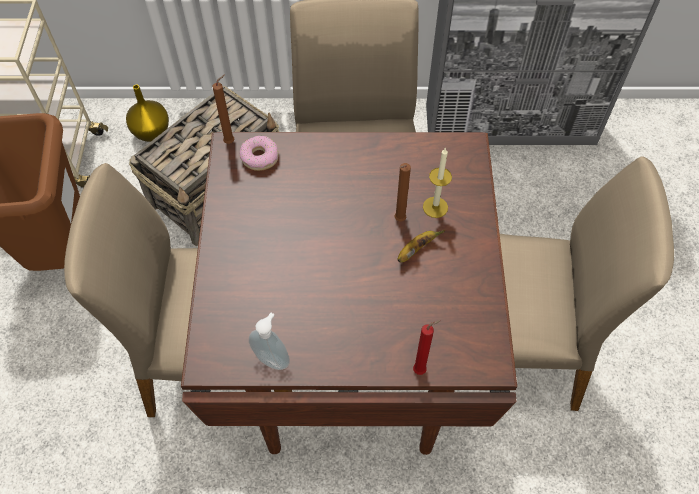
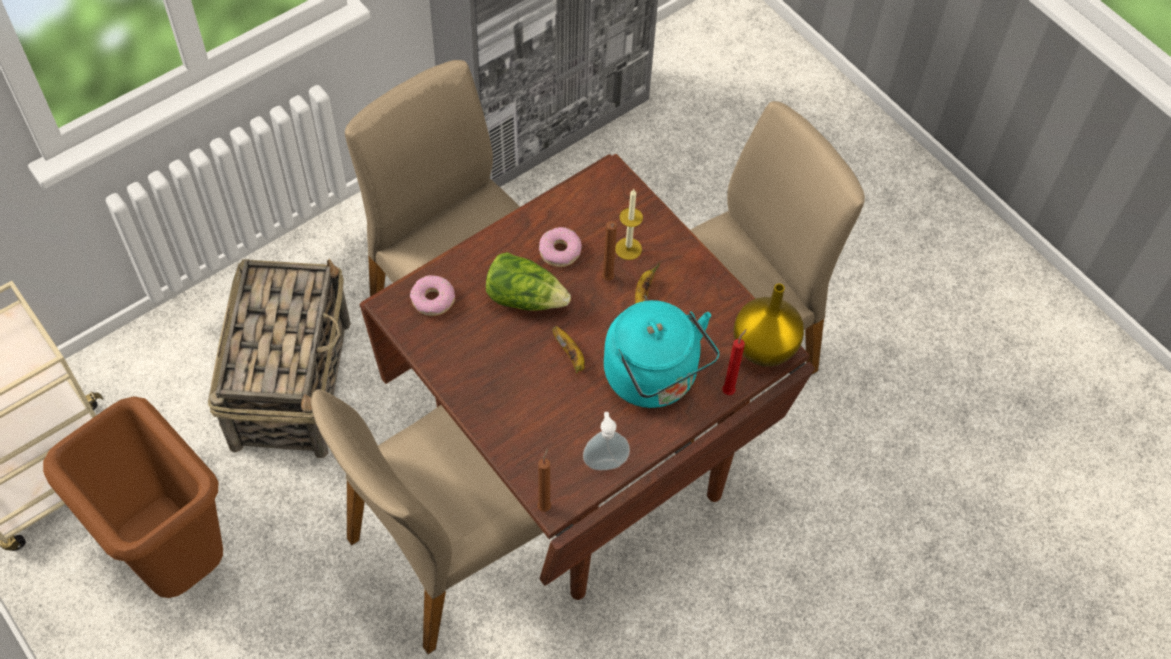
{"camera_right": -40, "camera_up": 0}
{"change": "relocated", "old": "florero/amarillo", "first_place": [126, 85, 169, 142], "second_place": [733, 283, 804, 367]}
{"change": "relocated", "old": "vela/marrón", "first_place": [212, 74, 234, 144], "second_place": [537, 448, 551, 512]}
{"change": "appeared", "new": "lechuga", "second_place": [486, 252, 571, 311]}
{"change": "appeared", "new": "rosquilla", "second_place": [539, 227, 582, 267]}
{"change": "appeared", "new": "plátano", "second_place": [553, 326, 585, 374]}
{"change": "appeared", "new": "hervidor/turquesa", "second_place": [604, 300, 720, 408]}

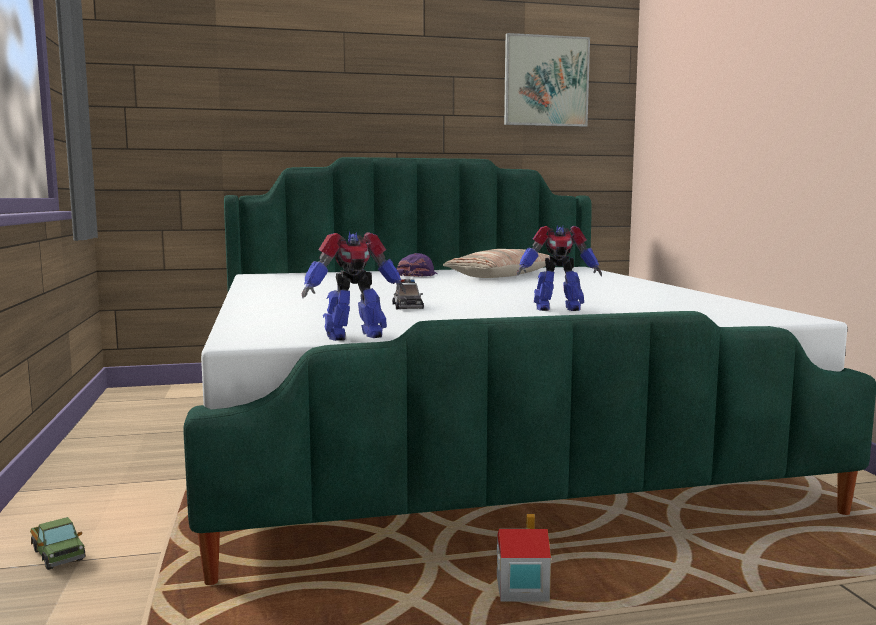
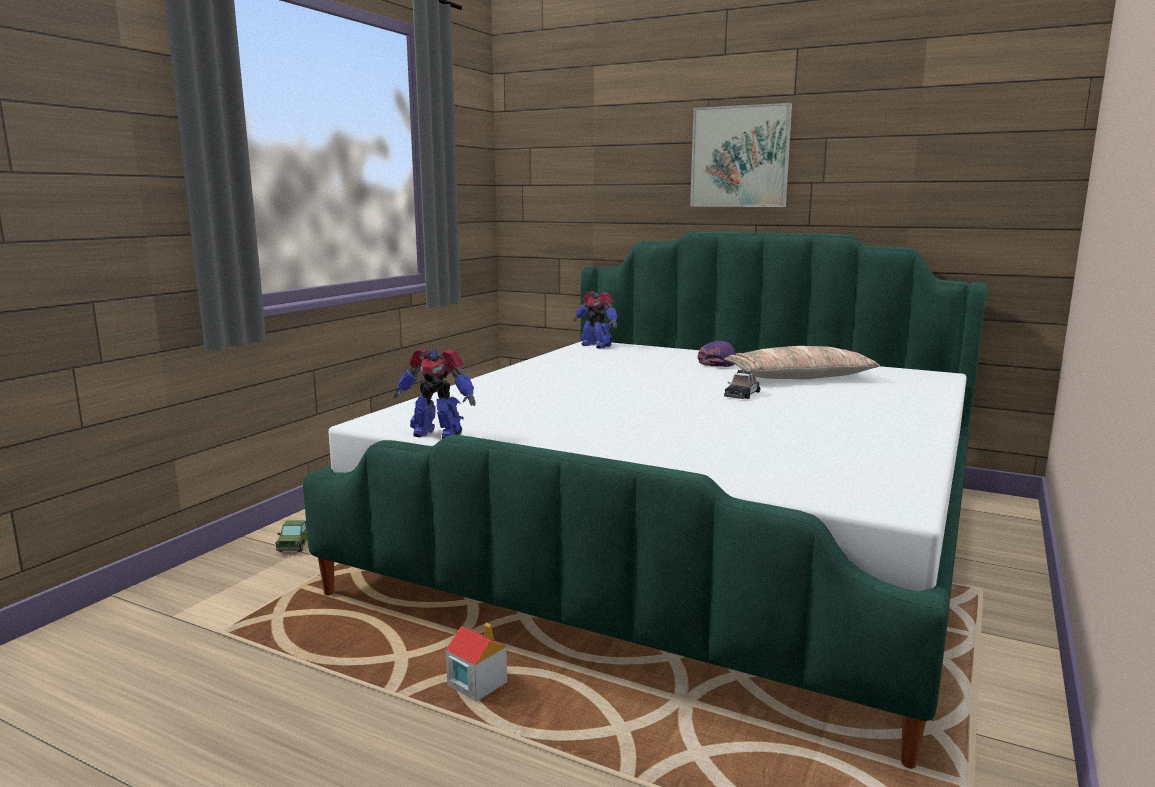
{"camera_right": 40, "camera_up": 5}
{"change": "relocated", "old": "coche de juguete", "first_place": [392, 279, 424, 309], "second_place": [724, 370, 760, 399]}
{"change": "relocated", "old": "cuadro", "first_place": [504, 33, 590, 127], "second_place": [690, 103, 792, 207]}
{"change": "relocated", "old": "robot de juguete", "first_place": [517, 225, 602, 311], "second_place": [574, 291, 617, 349]}

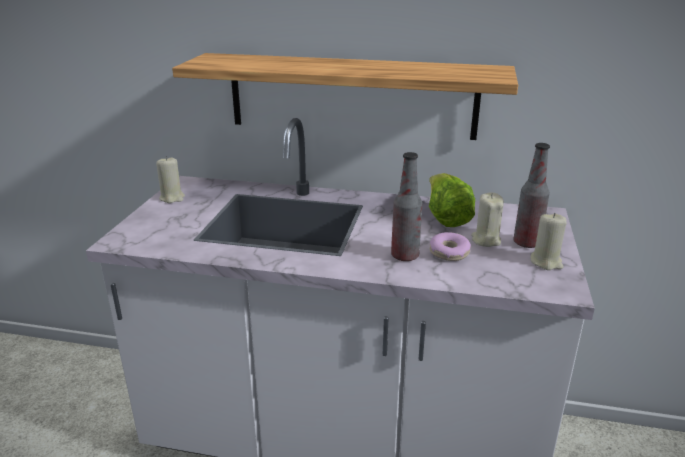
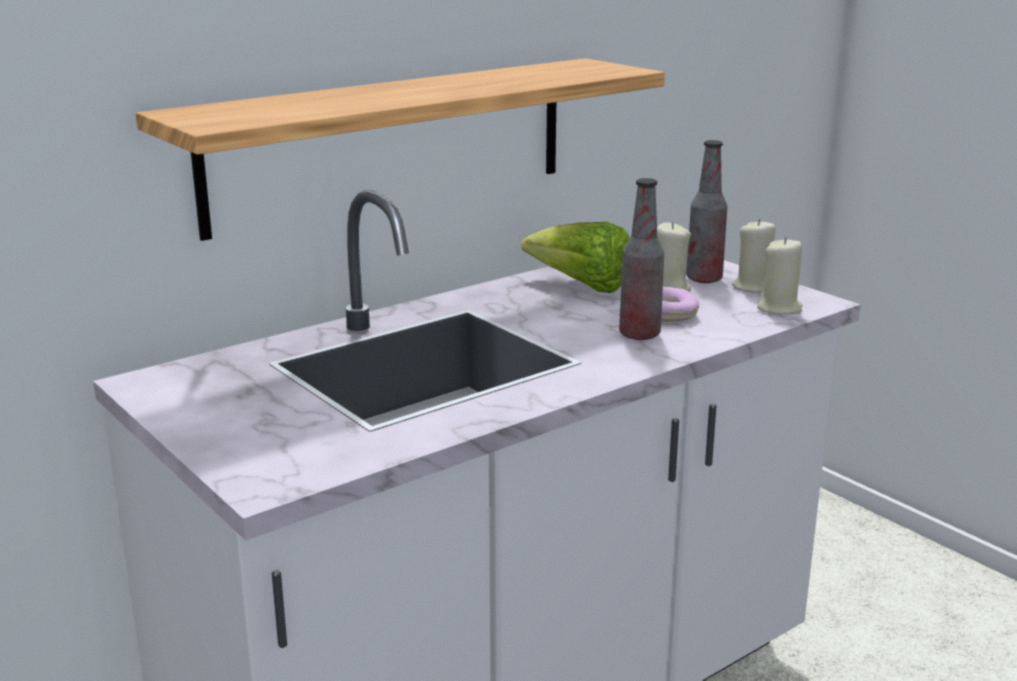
{"camera_right": -50, "camera_up": -5}
{"change": "relocated", "old": "vela/beis", "first_place": [156, 156, 185, 203], "second_place": [757, 237, 803, 315]}

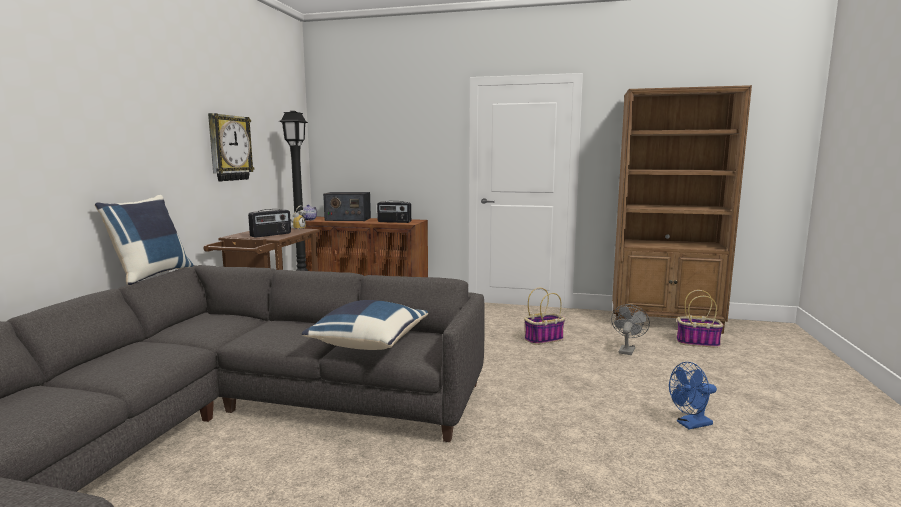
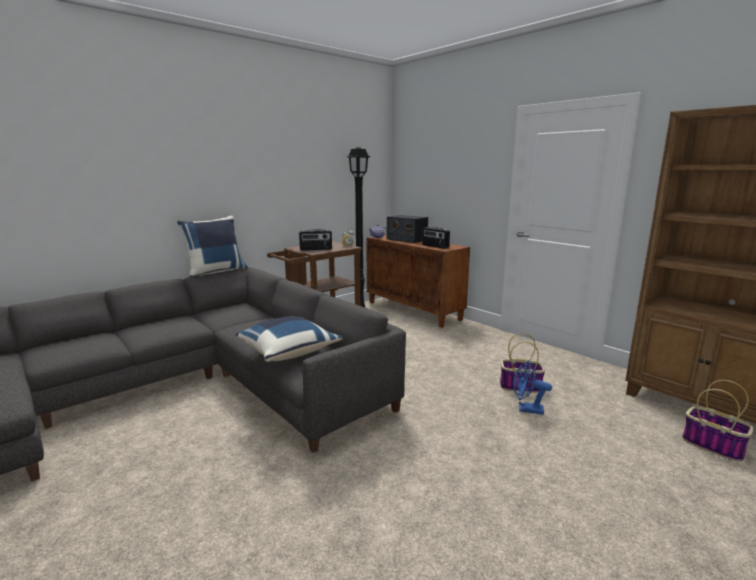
{"camera_right": 35, "camera_up": 5}
{"change": "missing", "old": "reloj de pared", "first_place": [208, 113, 254, 181]}
{"change": "missing", "old": "ventilador/gris", "first_place": [611, 304, 650, 355]}
{"change": "relocated", "old": "ventilador/azul", "first_place": [669, 362, 717, 430], "second_place": [513, 361, 552, 415]}

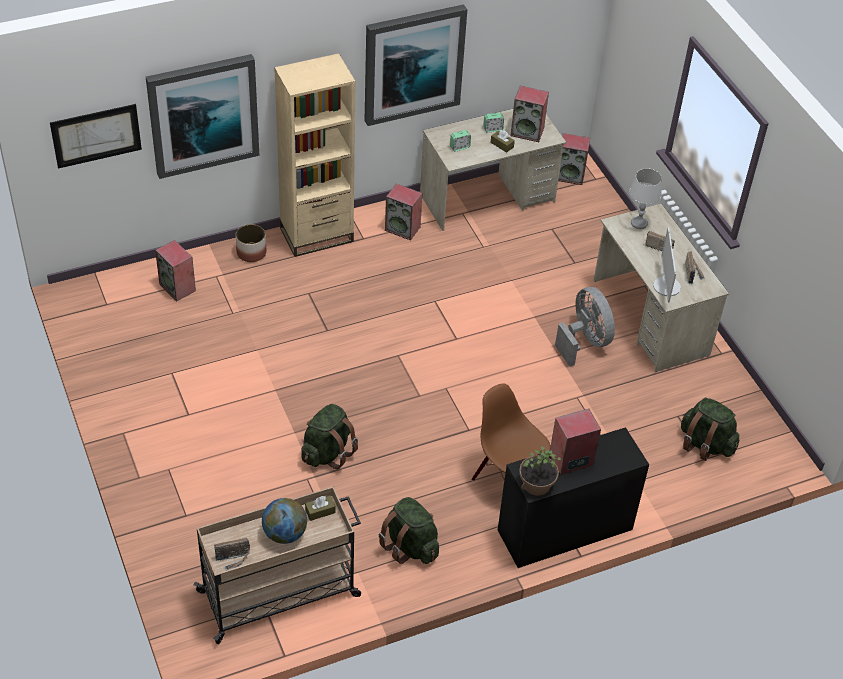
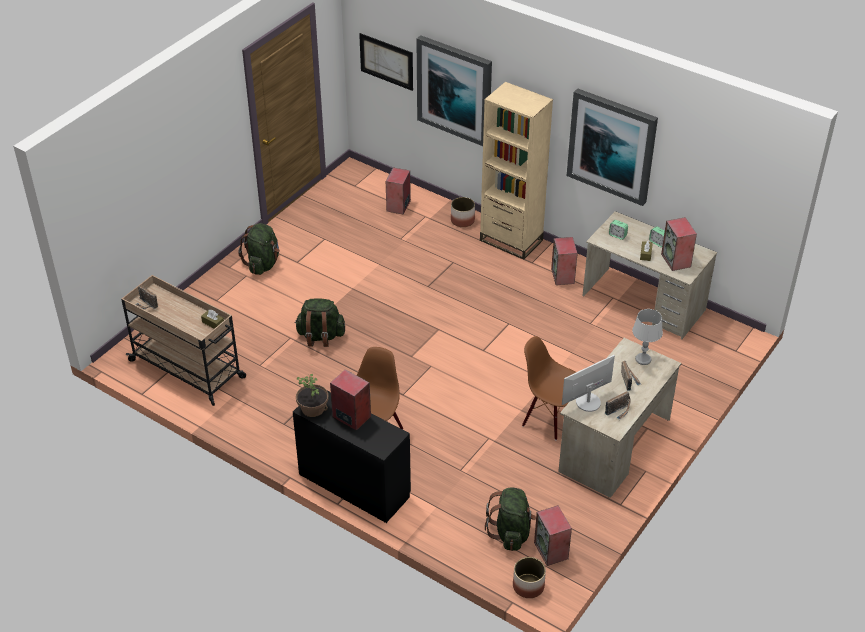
{"camera_right": 60, "camera_up": -5}
{"change": "missing", "old": "globo terráqueo", "first_place": [262, 498, 307, 544]}
{"change": "relocated", "old": "mochila/verde", "first_place": [379, 497, 439, 564], "second_place": [239, 223, 280, 275]}
{"change": "exchanged", "old": "ventilador/gris", "new": "silla/marrón", "first_place": [555, 287, 615, 367], "second_place": [522, 336, 576, 440]}
{"change": "relocated", "old": "altavoz", "first_place": [558, 133, 590, 185], "second_place": [534, 505, 572, 566]}
{"change": "appeared", "new": "maceta", "second_place": [513, 557, 546, 598]}

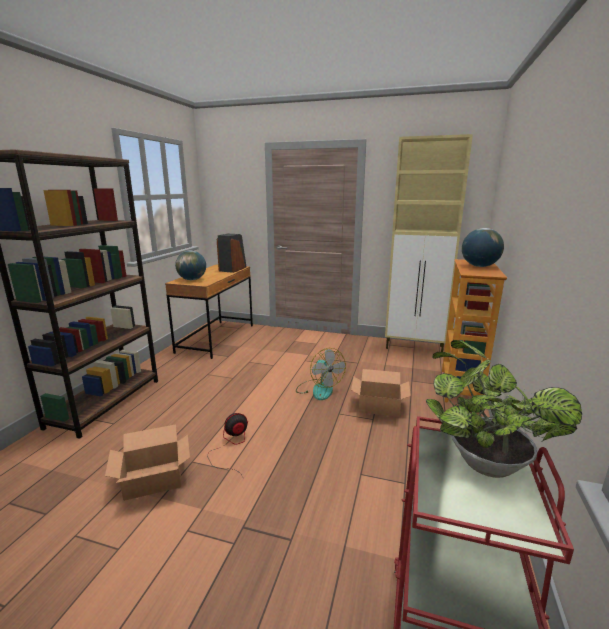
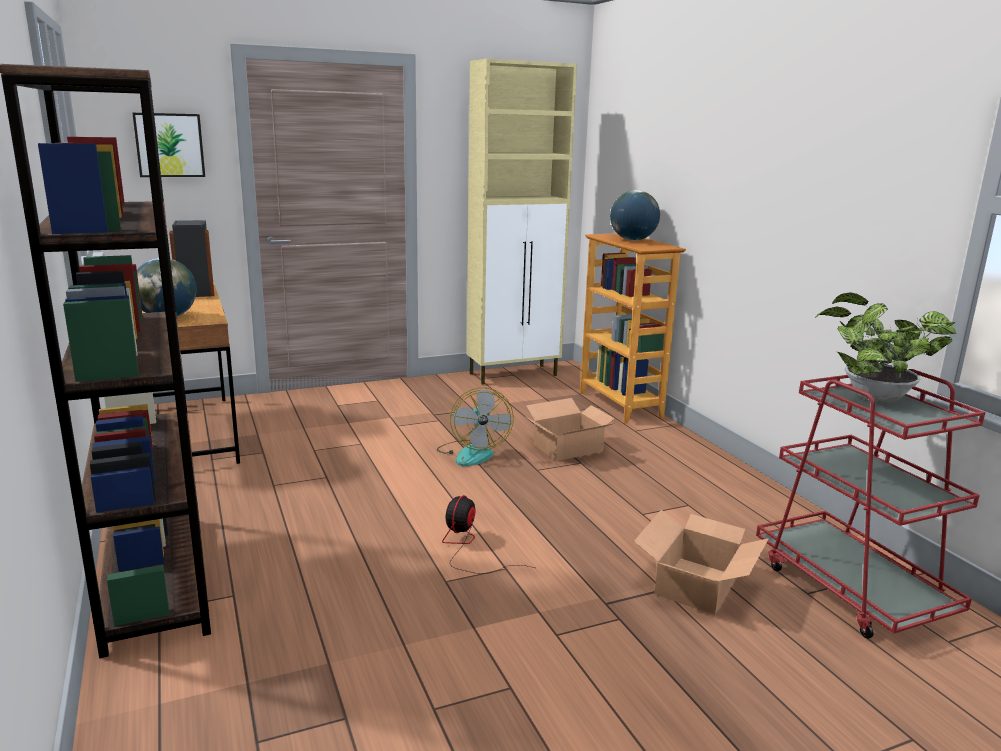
{"camera_right": -40, "camera_up": 0}
{"change": "relocated", "old": "caja de cartón", "first_place": [105, 424, 190, 501], "second_place": [634, 509, 769, 615]}
{"change": "spun", "old": "ventilador", "first_place": [296, 348, 346, 400], "second_place": [437, 388, 514, 466], "degrees": 60}
{"change": "appeared", "new": "cuadro", "second_place": [132, 113, 205, 177]}

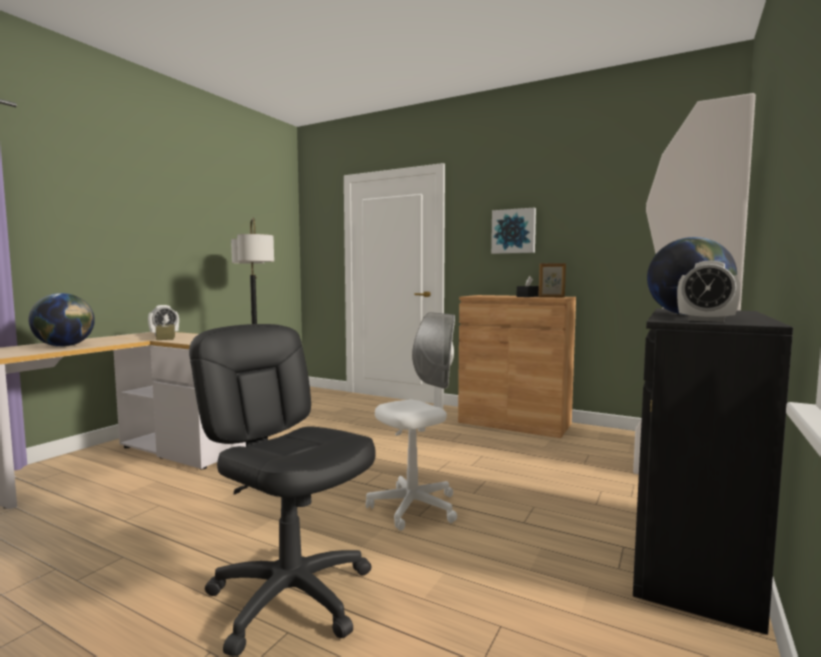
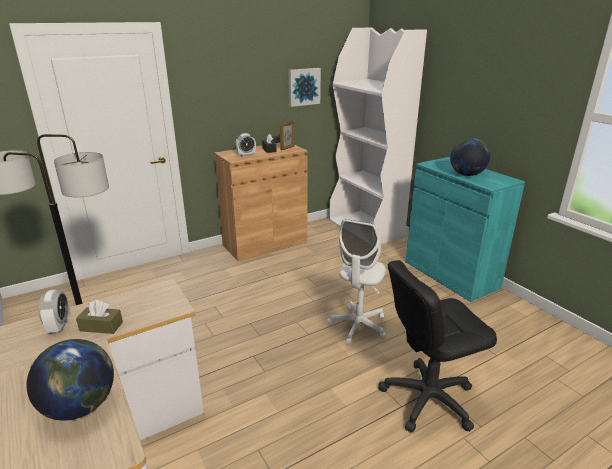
{"camera_right": -60, "camera_up": 20}
{"change": "spun", "old": "silla de oficina/blanco", "first_place": [366, 312, 457, 531], "second_place": [327, 219, 387, 345], "degrees": -150}
{"change": "relocated", "old": "cuadro", "first_place": [491, 207, 536, 254], "second_place": [289, 68, 321, 107]}
{"change": "colour", "old": "armario/negro", "new": "armario/turquesa", "first_place": [633, 308, 793, 635], "second_place": [405, 157, 525, 302]}
{"change": "relocated", "old": "despertador", "first_place": [677, 261, 741, 322], "second_place": [235, 133, 256, 157]}

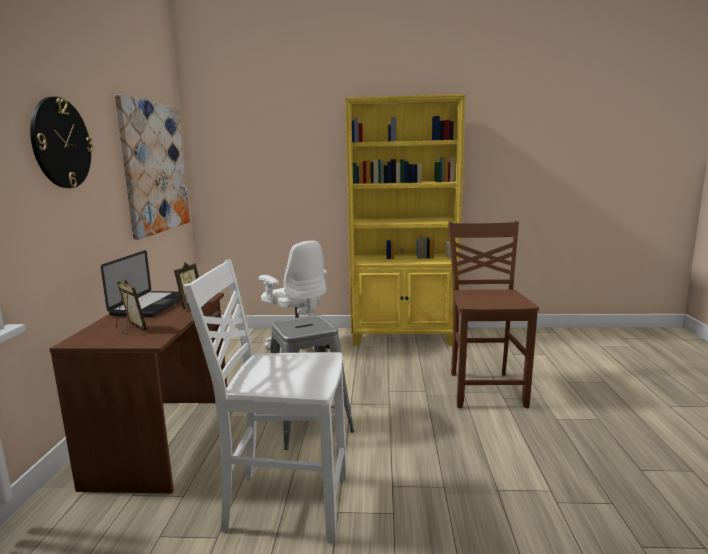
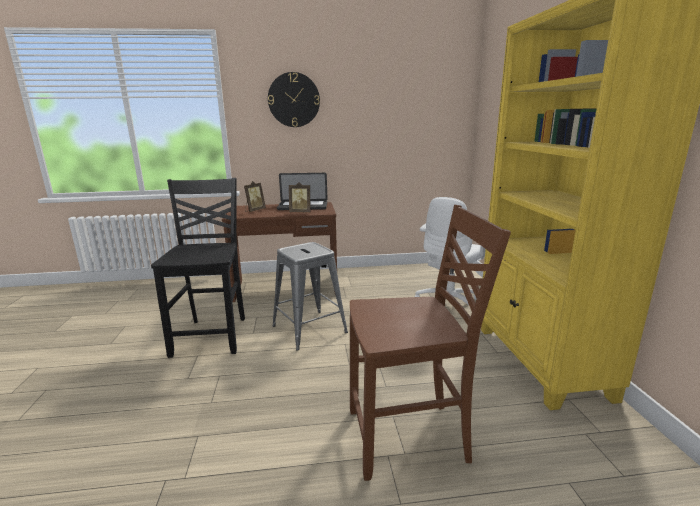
{"camera_right": 80, "camera_up": 5}
{"change": "missing", "old": "cuadro", "first_place": [115, 94, 190, 240]}
{"change": "colour", "old": "silla/blanco", "new": "silla/negro", "first_place": [184, 259, 347, 544], "second_place": [151, 178, 245, 358]}

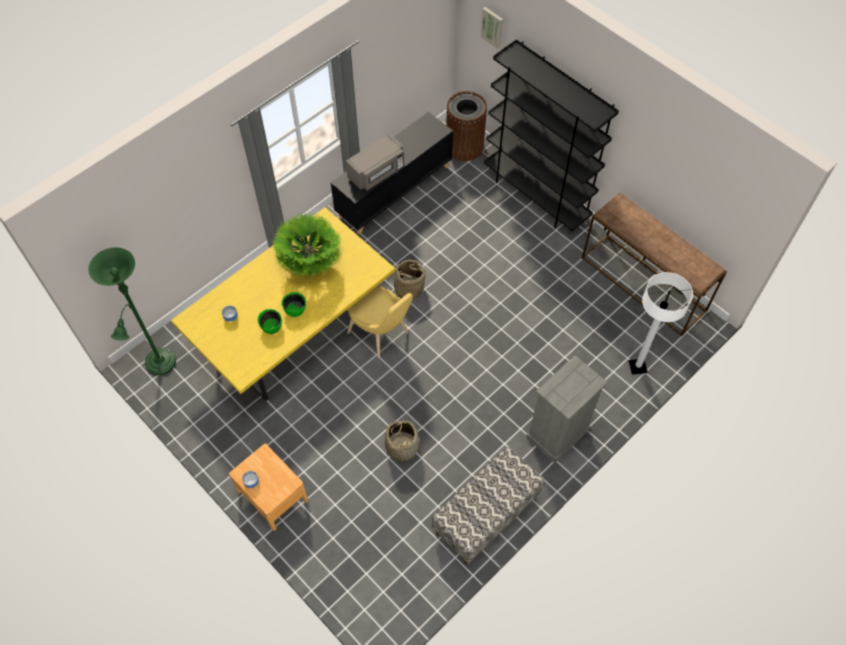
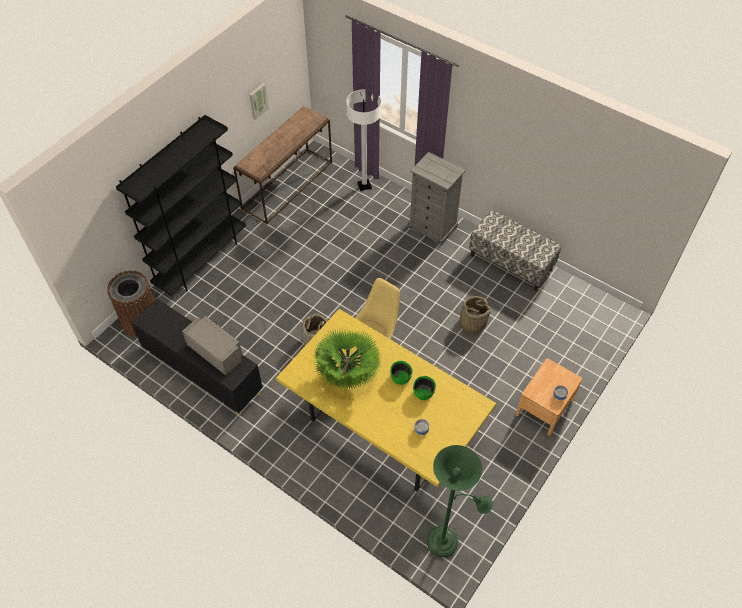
{"camera_right": -100, "camera_up": -5}
{"change": "relocated", "old": "cuadro", "first_place": [481, 7, 503, 49], "second_place": [249, 83, 269, 120]}

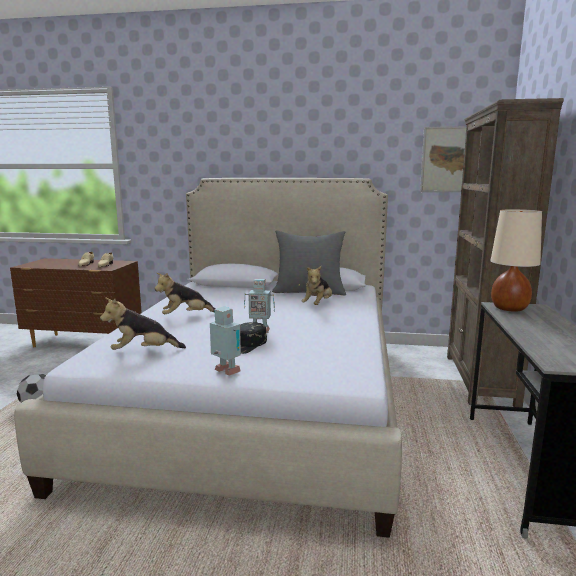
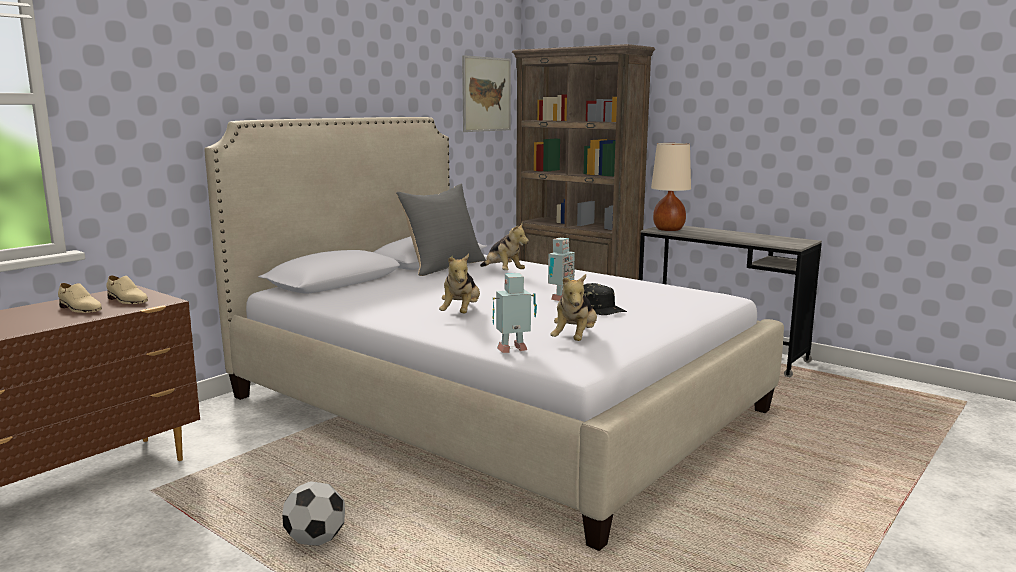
{"camera_right": -60, "camera_up": 0}
{"change": "relocated", "old": "robot de juguete", "first_place": [210, 306, 241, 376], "second_place": [492, 273, 537, 353]}

